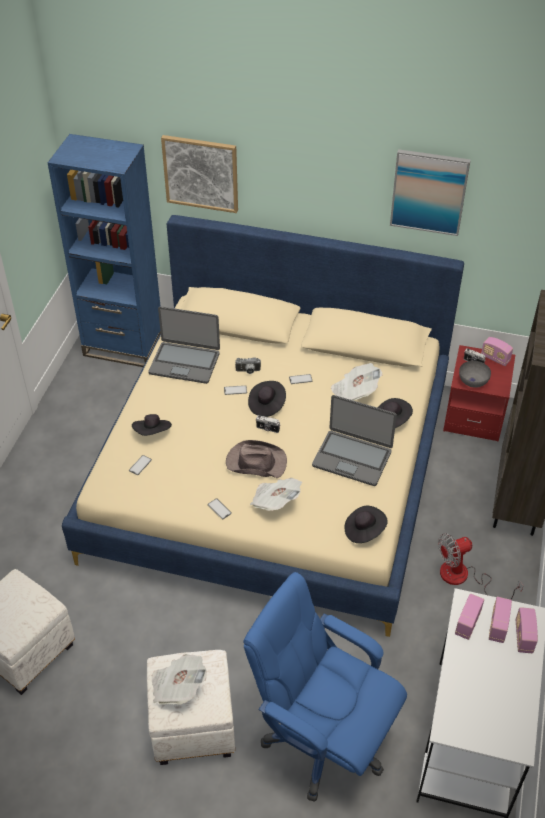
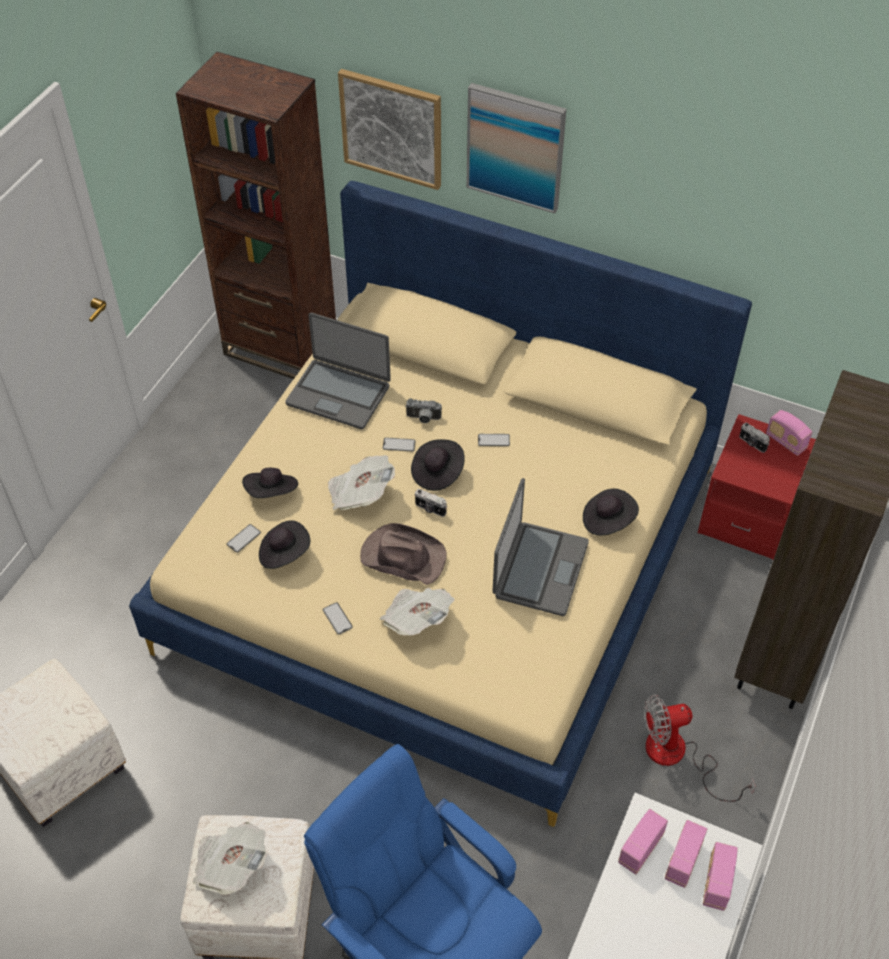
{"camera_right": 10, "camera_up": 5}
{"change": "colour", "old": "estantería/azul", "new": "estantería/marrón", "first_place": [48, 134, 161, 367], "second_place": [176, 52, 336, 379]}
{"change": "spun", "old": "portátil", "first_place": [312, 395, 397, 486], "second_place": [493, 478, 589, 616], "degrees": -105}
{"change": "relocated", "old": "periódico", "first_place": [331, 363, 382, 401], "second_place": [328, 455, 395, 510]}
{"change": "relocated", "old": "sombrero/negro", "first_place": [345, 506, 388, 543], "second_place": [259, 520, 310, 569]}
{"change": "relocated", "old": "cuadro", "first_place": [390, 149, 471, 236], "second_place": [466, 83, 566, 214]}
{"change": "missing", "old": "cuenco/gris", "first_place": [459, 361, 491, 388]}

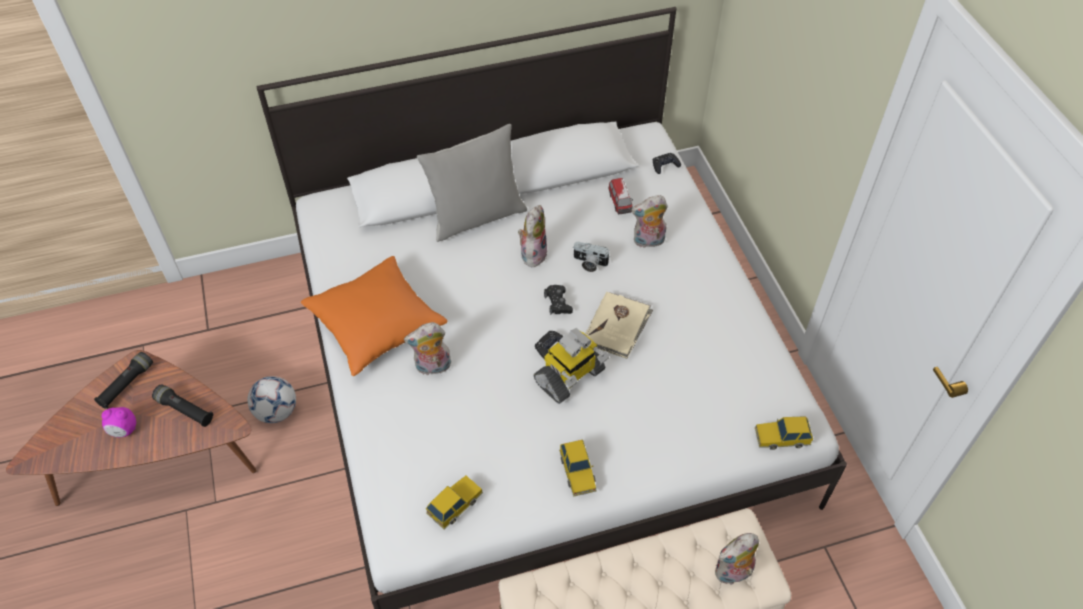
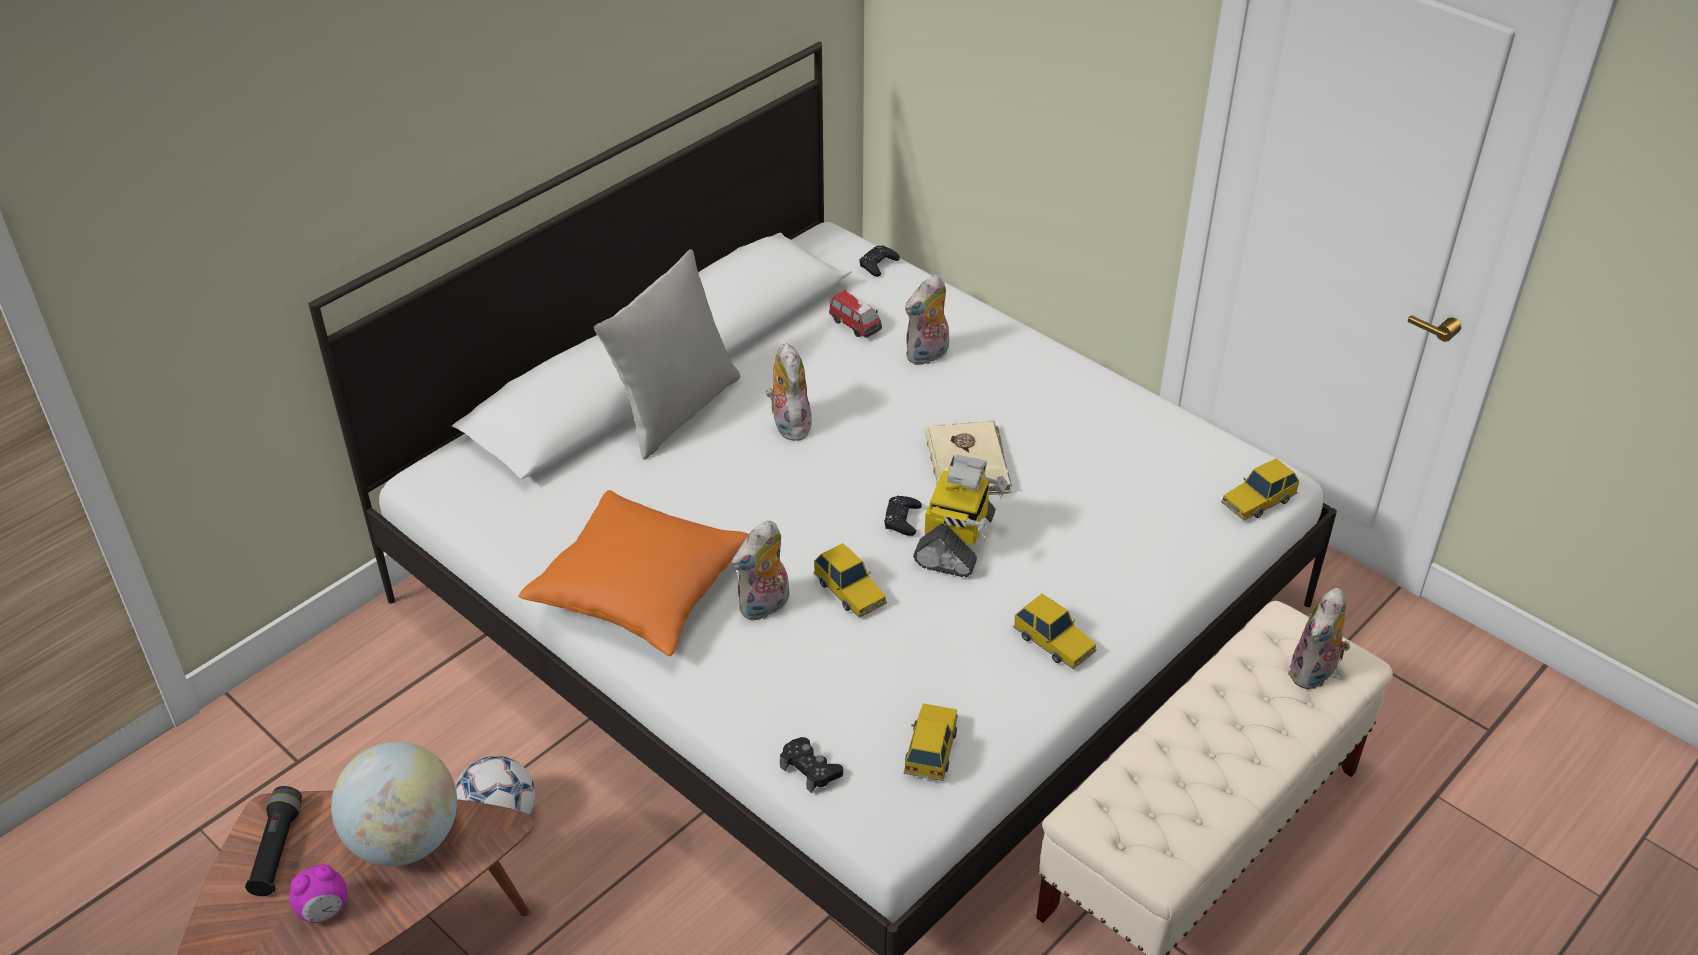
{"camera_right": -30, "camera_up": -10}
{"change": "exchanged", "old": "linterna/negro", "new": "globo terráqueo", "first_place": [152, 384, 214, 427], "second_place": [331, 742, 457, 866]}
{"change": "relocated", "old": "mando de consola/negro", "first_place": [544, 285, 573, 315], "second_place": [780, 737, 843, 793]}
{"change": "missing", "old": "cámara", "first_place": [573, 242, 610, 272]}
{"change": "appeared", "new": "coche de juguete", "second_place": [813, 543, 887, 618]}

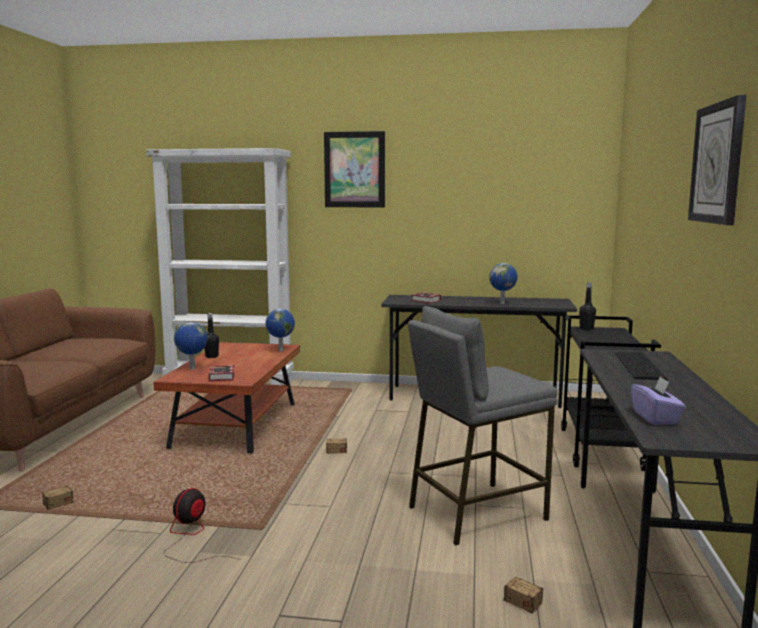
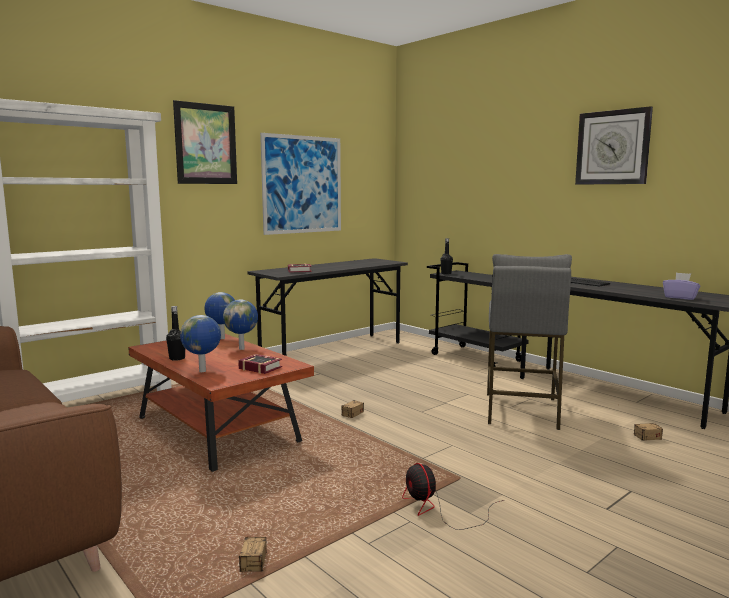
{"camera_right": -50, "camera_up": 0}
{"change": "relocated", "old": "globo terráqueo", "first_place": [489, 263, 518, 304], "second_place": [223, 299, 258, 350]}
{"change": "appeared", "new": "cuadro", "second_place": [260, 133, 341, 235]}

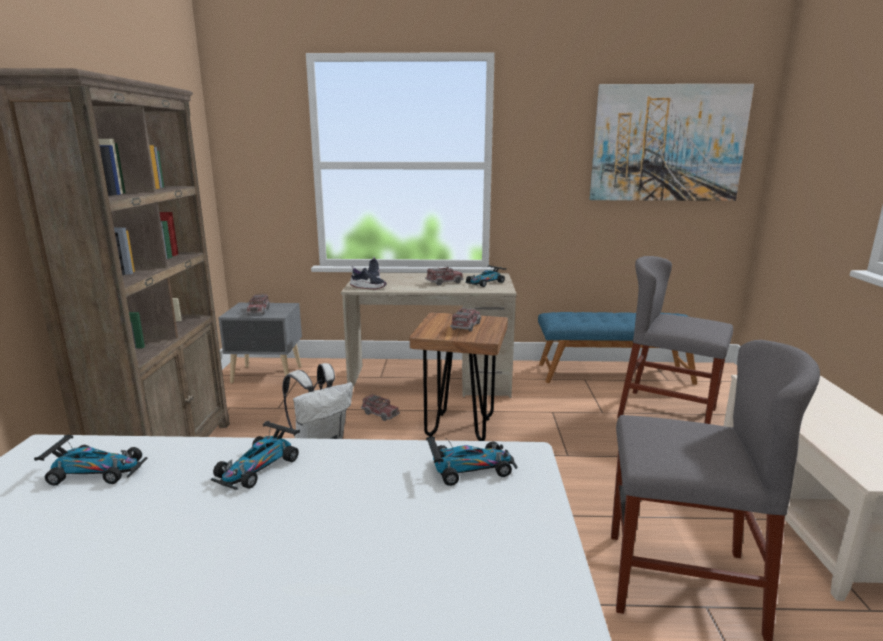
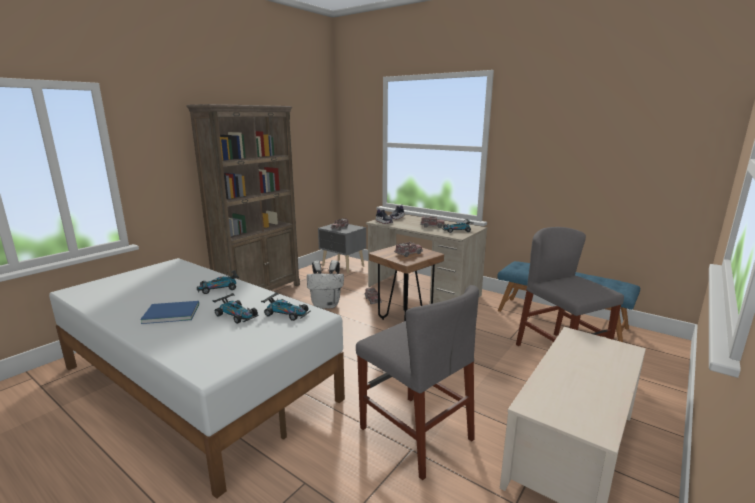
{"camera_right": 35, "camera_up": 0}
{"change": "relocated", "old": "coche de juguete", "first_place": [34, 435, 147, 486], "second_place": [212, 293, 259, 324]}
{"change": "missing", "old": "cuadro", "first_place": [590, 84, 754, 201]}
{"change": "appeared", "new": "libro/azul", "second_place": [140, 301, 199, 324]}

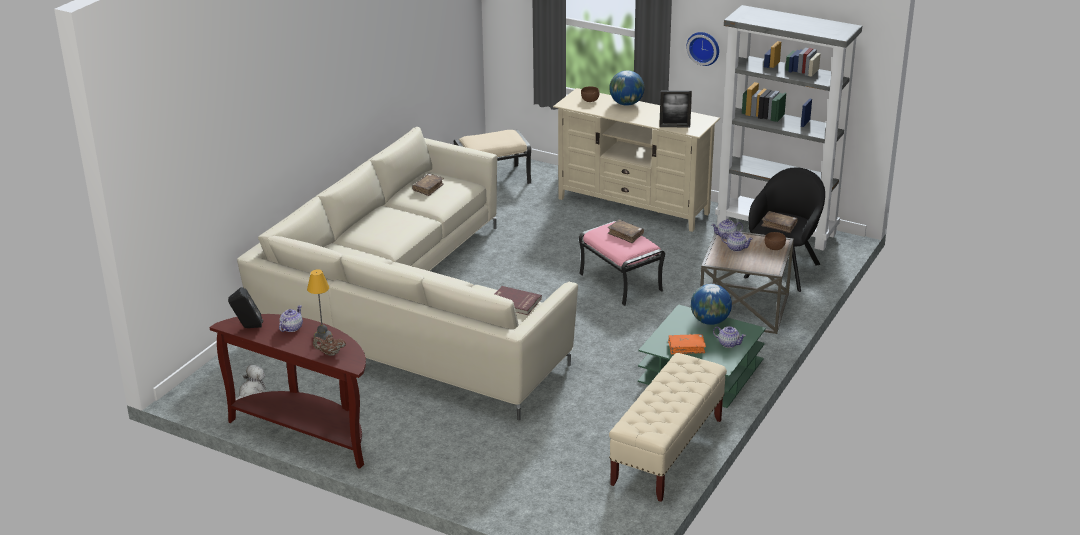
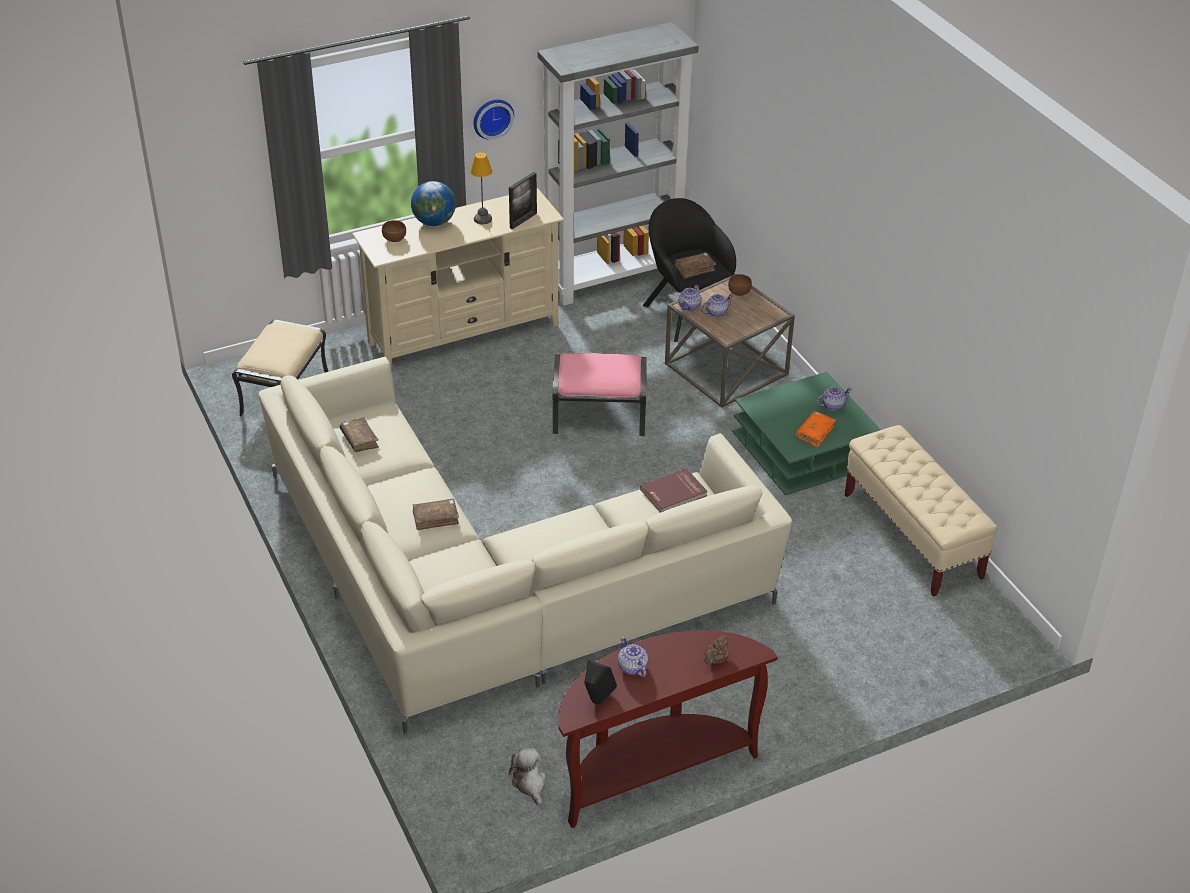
{"camera_right": -55, "camera_up": 10}
{"change": "relocated", "old": "lámpara de mesa", "first_place": [307, 269, 332, 340], "second_place": [470, 152, 492, 224]}
{"change": "relocated", "old": "libro/marrón", "first_place": [608, 220, 644, 243], "second_place": [413, 499, 459, 530]}
{"change": "missing", "old": "globo terráqueo", "first_place": [691, 284, 732, 325]}

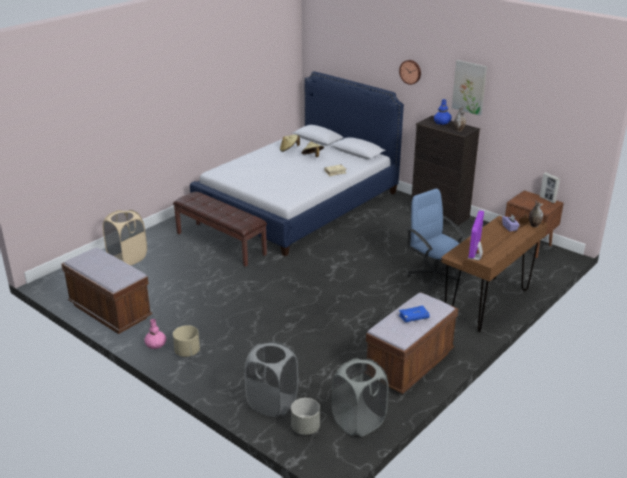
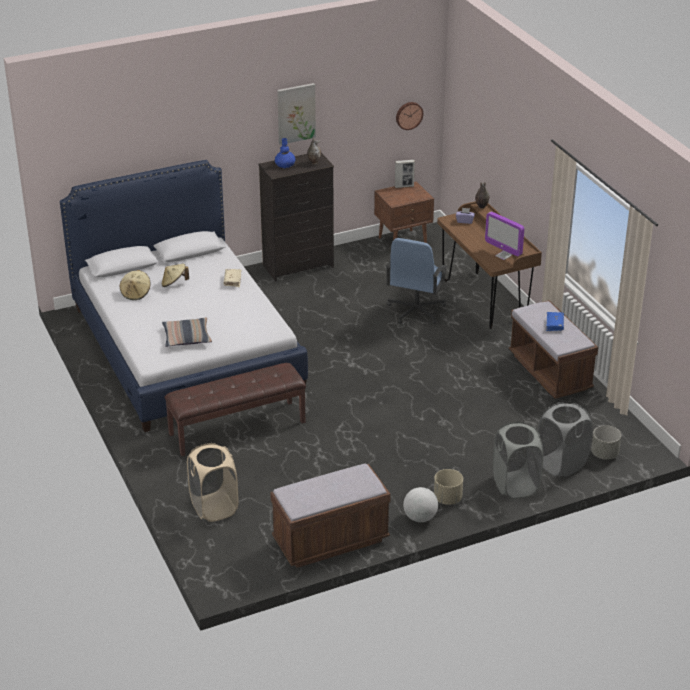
{"camera_right": -65, "camera_up": 5}
{"change": "exchanged", "old": "florero/rosa", "new": "globo terráqueo", "first_place": [144, 319, 166, 349], "second_place": [403, 487, 438, 522]}
{"change": "relocated", "old": "cesto de la ropa/gris", "first_place": [332, 358, 389, 437], "second_place": [493, 422, 543, 499]}
{"change": "relocated", "old": "reloj de pared", "first_place": [399, 60, 421, 85], "second_place": [396, 102, 423, 130]}
{"change": "spun", "old": "silla de oficina/azul", "first_place": [407, 189, 466, 291], "second_place": [386, 238, 447, 324], "degrees": -60}
{"change": "appeared", "new": "cojín", "second_place": [162, 317, 212, 347]}

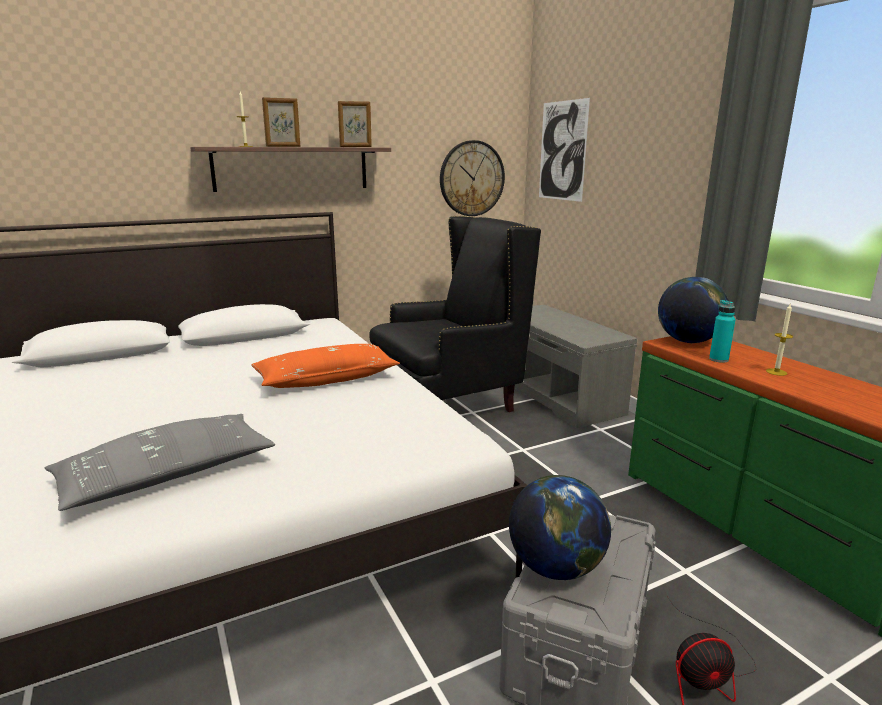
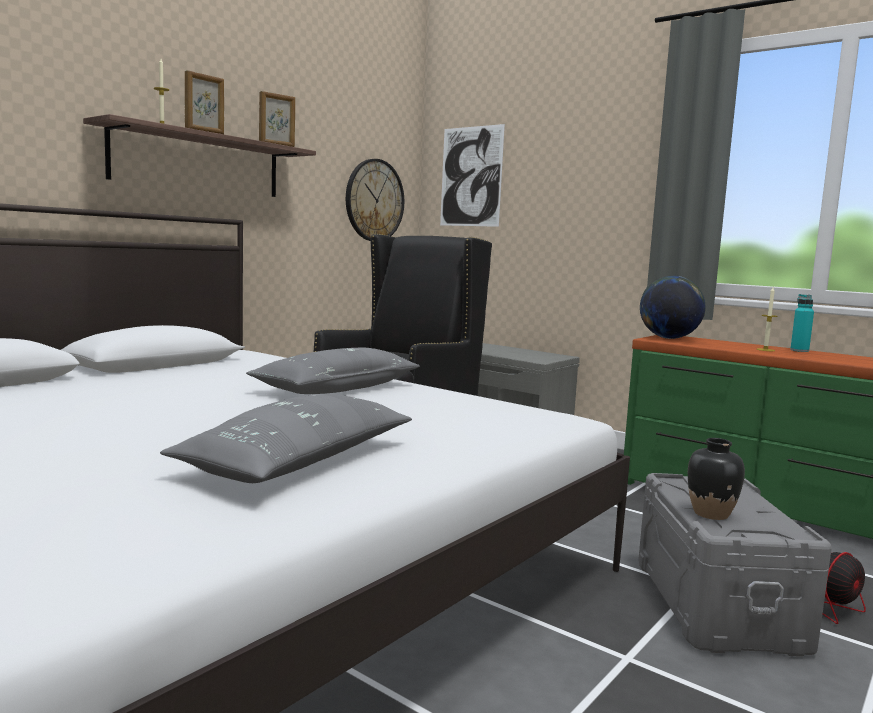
{"camera_right": -25, "camera_up": -10}
{"change": "colour", "old": "cojín/naranja", "new": "cojín/gris", "first_place": [251, 344, 400, 388], "second_place": [246, 347, 420, 394]}
{"change": "exchanged", "old": "globo terráqueo", "new": "florero/negro", "first_place": [509, 475, 611, 580], "second_place": [688, 438, 745, 520]}
{"change": "relocated", "old": "botella/turquesa", "first_place": [709, 300, 736, 363], "second_place": [790, 294, 814, 352]}

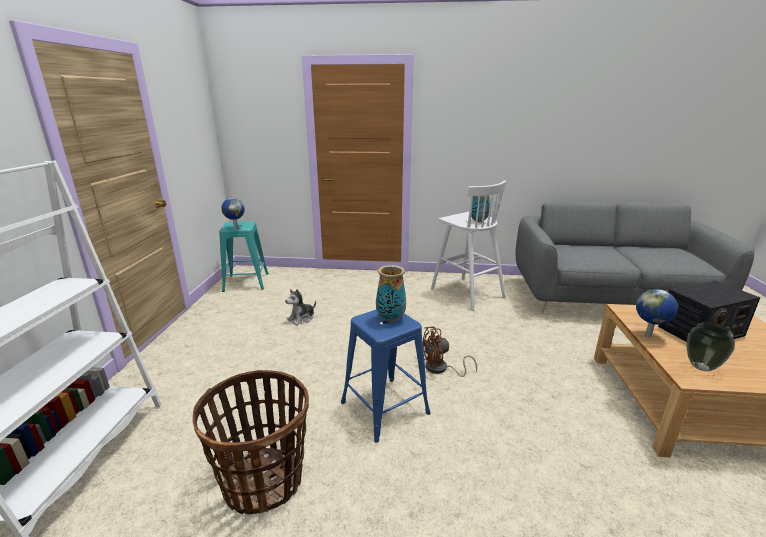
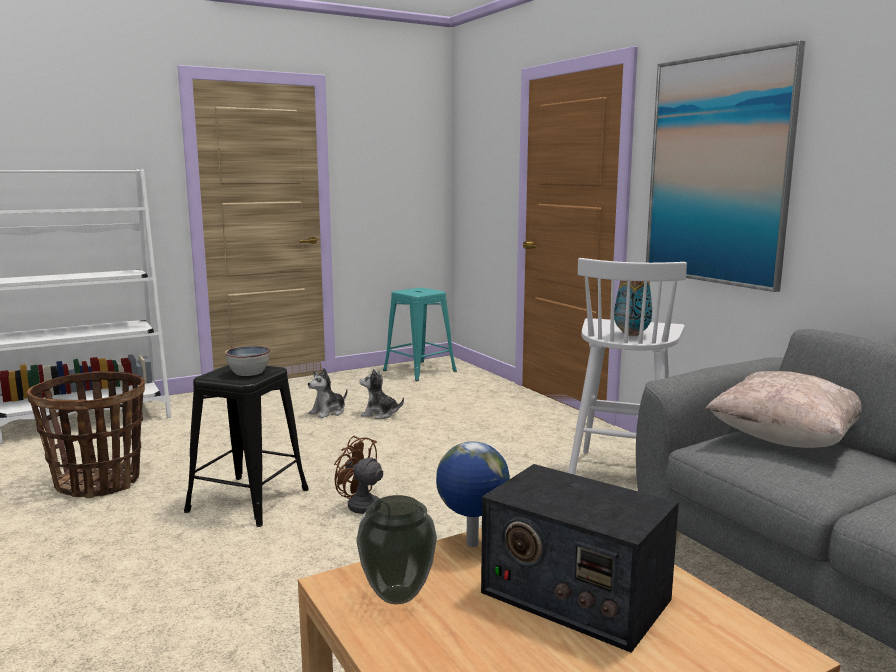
{"camera_right": 55, "camera_up": -10}
{"change": "missing", "old": "globo terráqueo", "first_place": [221, 198, 245, 230]}
{"change": "colour", "old": "taburete/azul", "new": "taburete/negro", "first_place": [341, 310, 431, 443], "second_place": [184, 365, 309, 527]}
{"change": "exchanged", "old": "florero", "new": "cuenco", "first_place": [376, 265, 406, 322], "second_place": [225, 346, 270, 376]}
{"change": "appeared", "new": "peluche", "second_place": [308, 368, 347, 418]}
{"change": "appeared", "new": "cuadro", "second_place": [646, 40, 805, 292]}
{"change": "appeared", "new": "cojín/beis", "second_place": [705, 371, 862, 448]}

